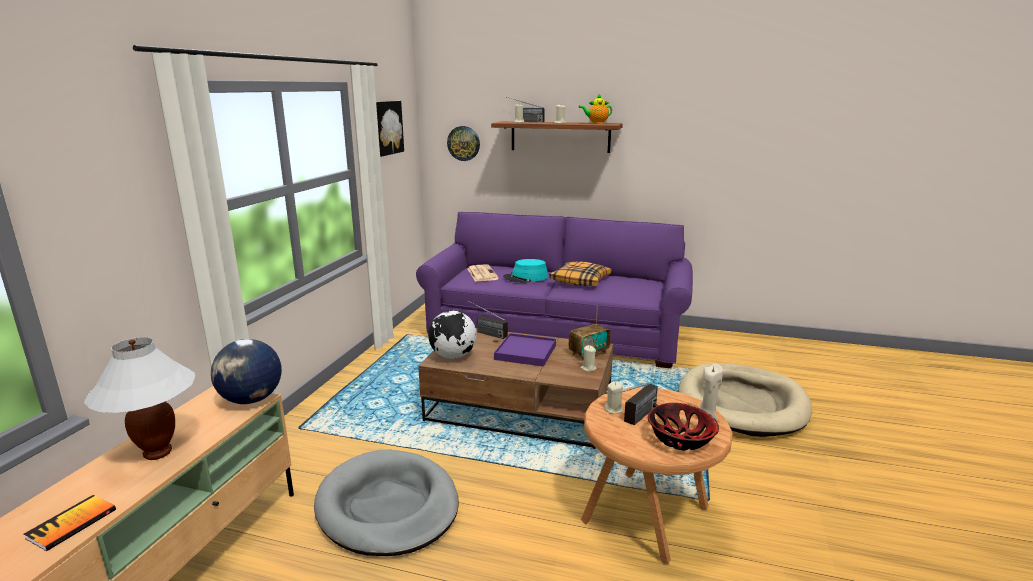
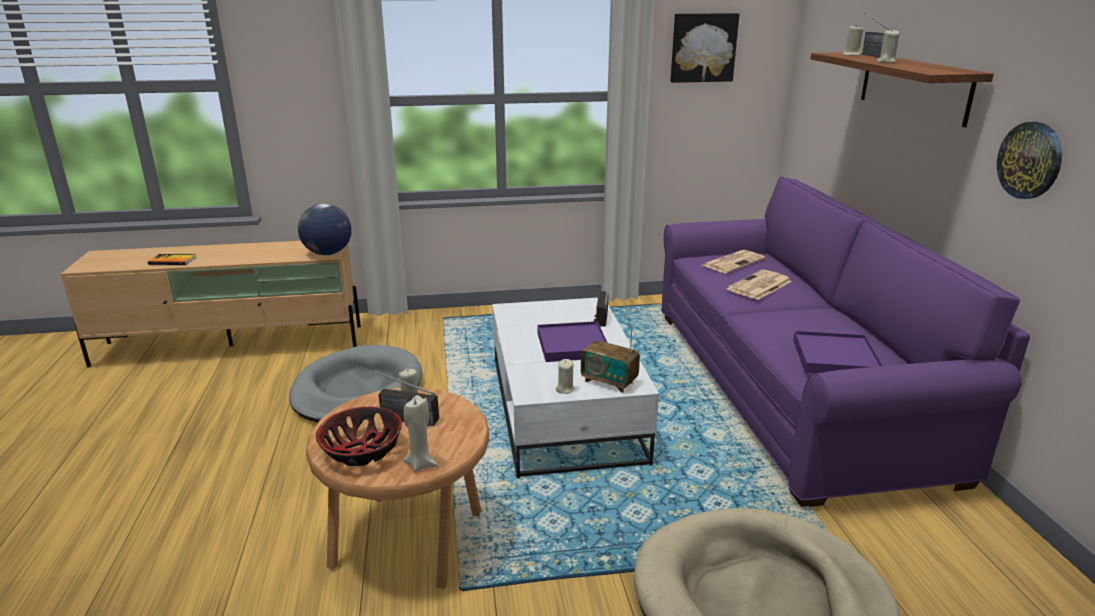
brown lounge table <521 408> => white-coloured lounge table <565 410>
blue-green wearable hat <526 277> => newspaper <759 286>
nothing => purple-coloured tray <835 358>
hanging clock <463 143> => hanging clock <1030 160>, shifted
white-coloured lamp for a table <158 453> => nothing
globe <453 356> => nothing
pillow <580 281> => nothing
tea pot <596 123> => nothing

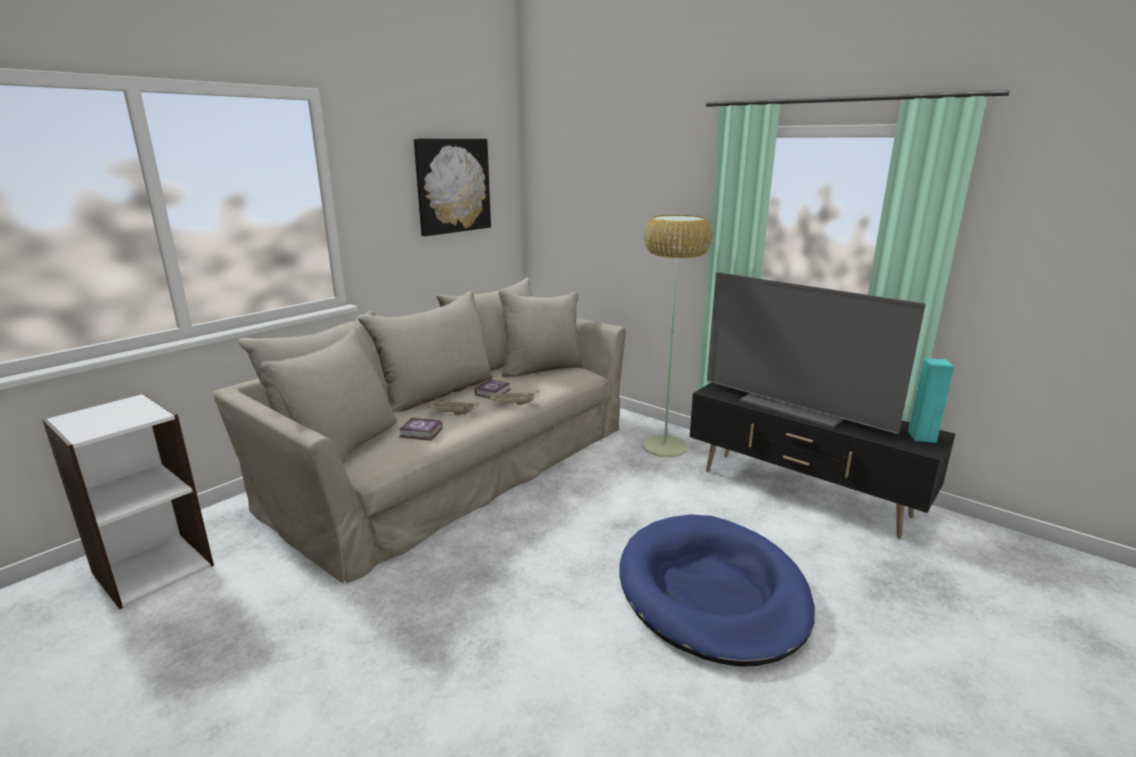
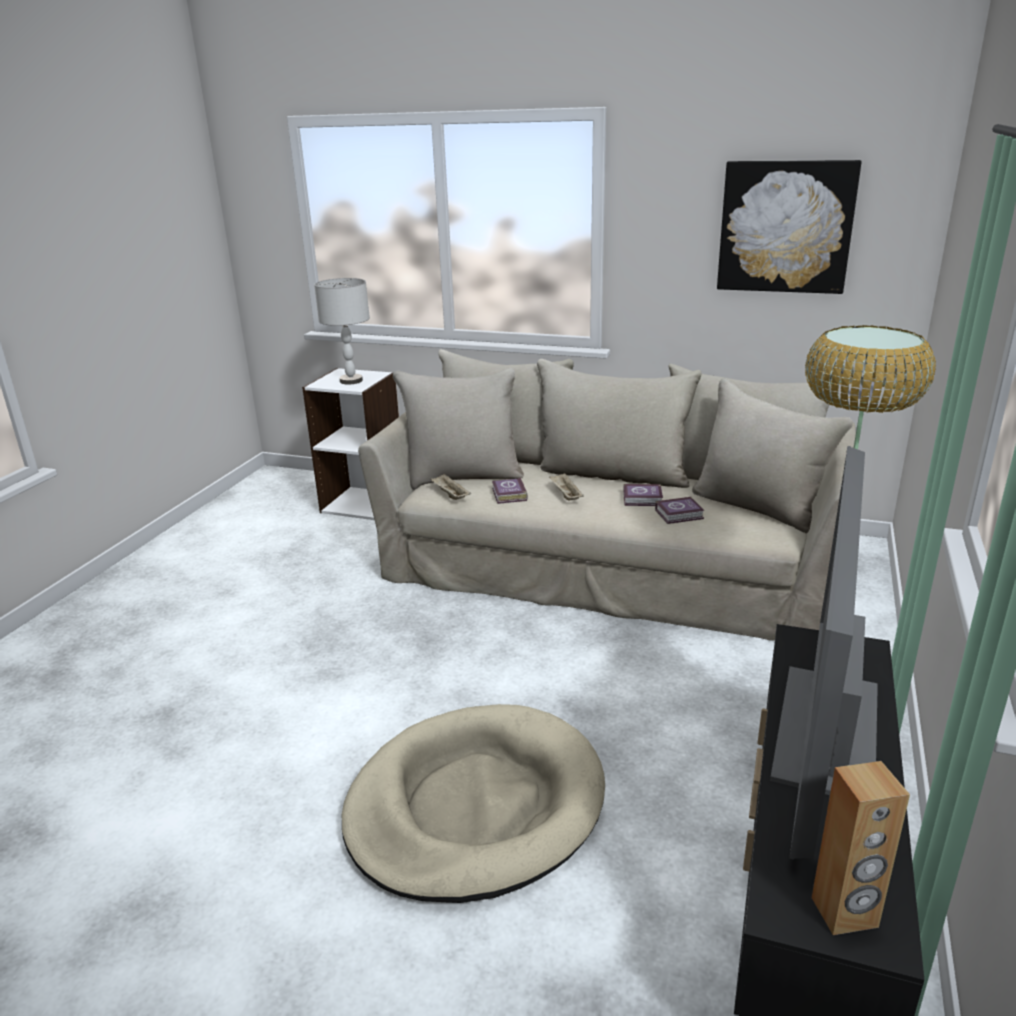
nothing => grey lamp for a table <350 381>
blue dog bed <712 592> => sand-coloured dog bed <475 806>
sand-coloured tray <514 404> => sand-coloured tray <450 495>, shifted
nothing => book <680 514>
blue-green speaker <922 437> => brown speaker <844 913>

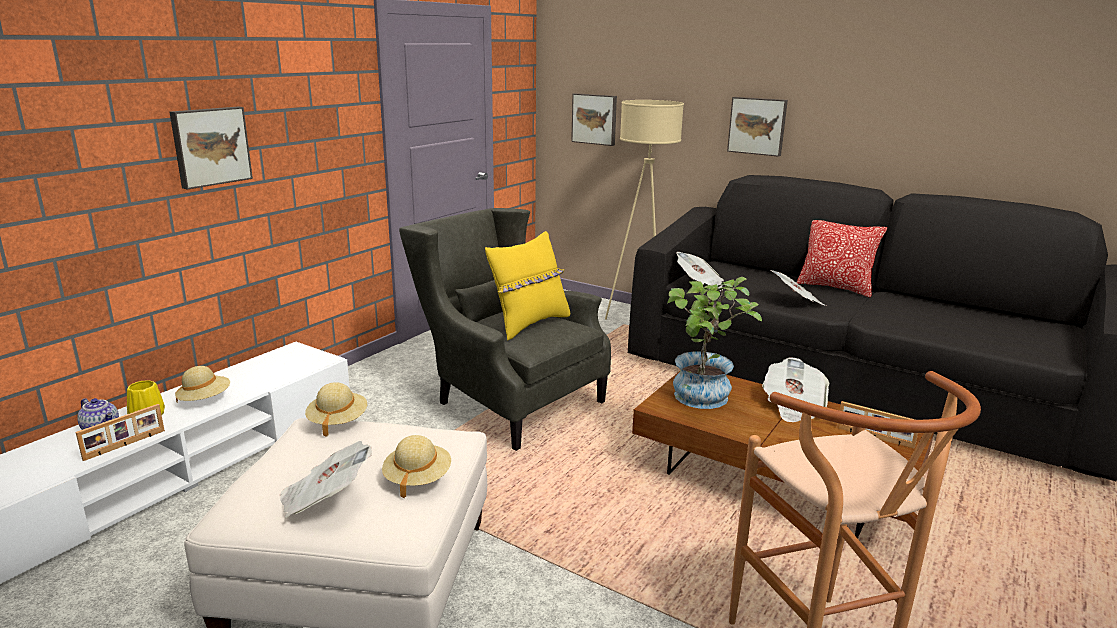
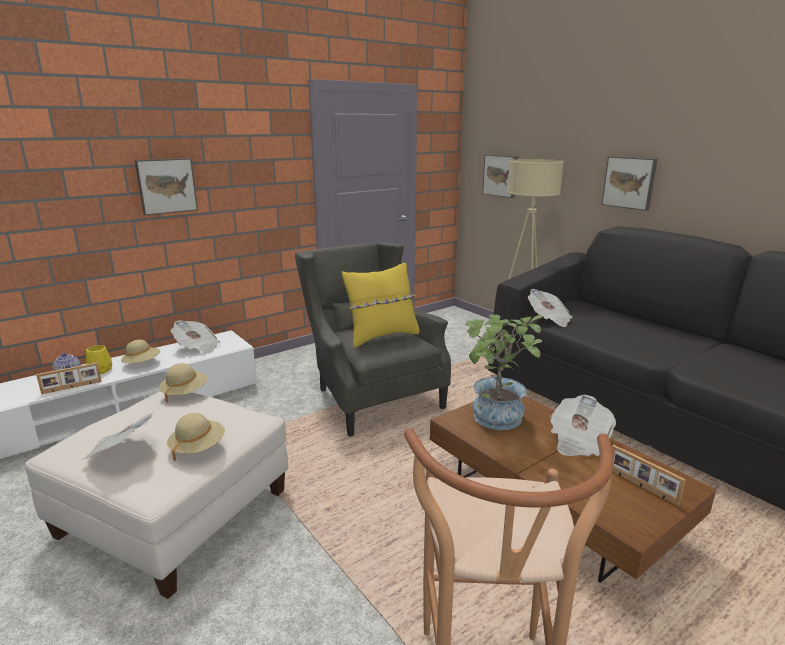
newspaper <796 302> => newspaper <197 348>, shifted
pillow <835 288> => nothing

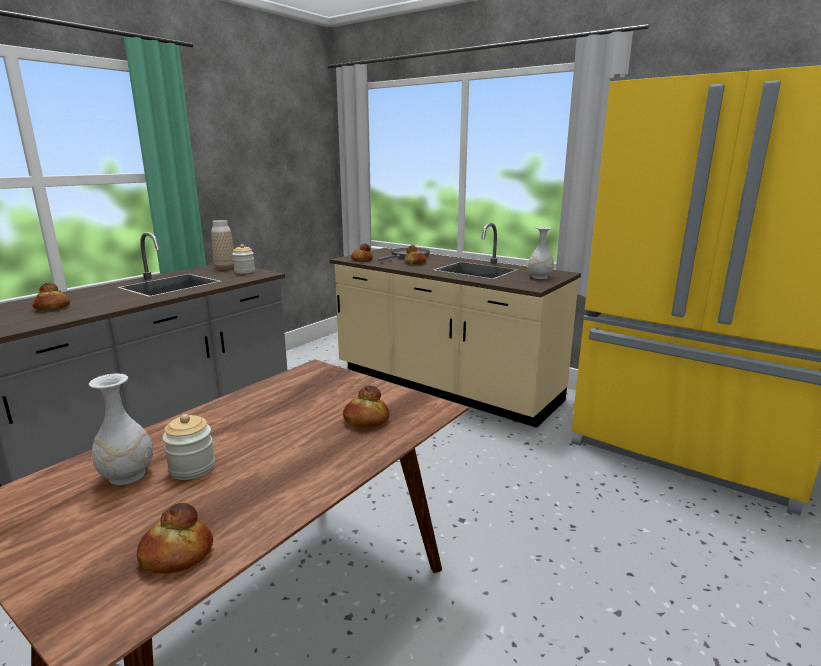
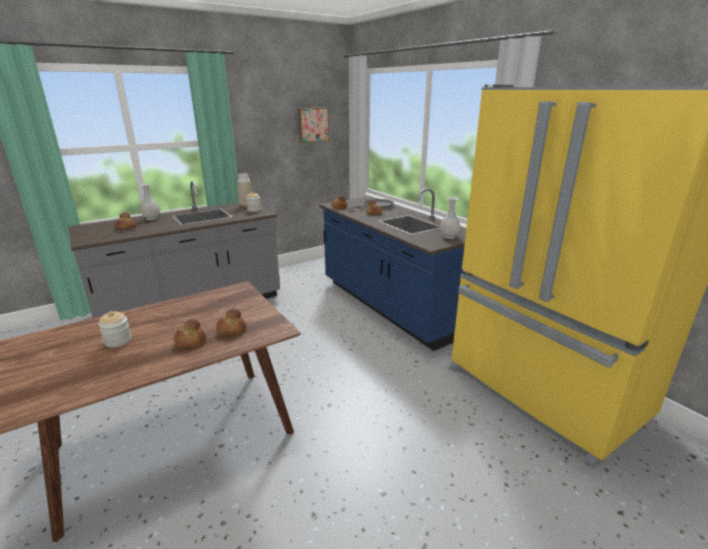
white-coloured vase <126 476> => white-coloured vase <151 218>, shifted
baked bread <176 554> => baked bread <190 341>, shifted
nothing => picture <313 125>
sand-coloured counter <444 386> => blue counter <390 306>

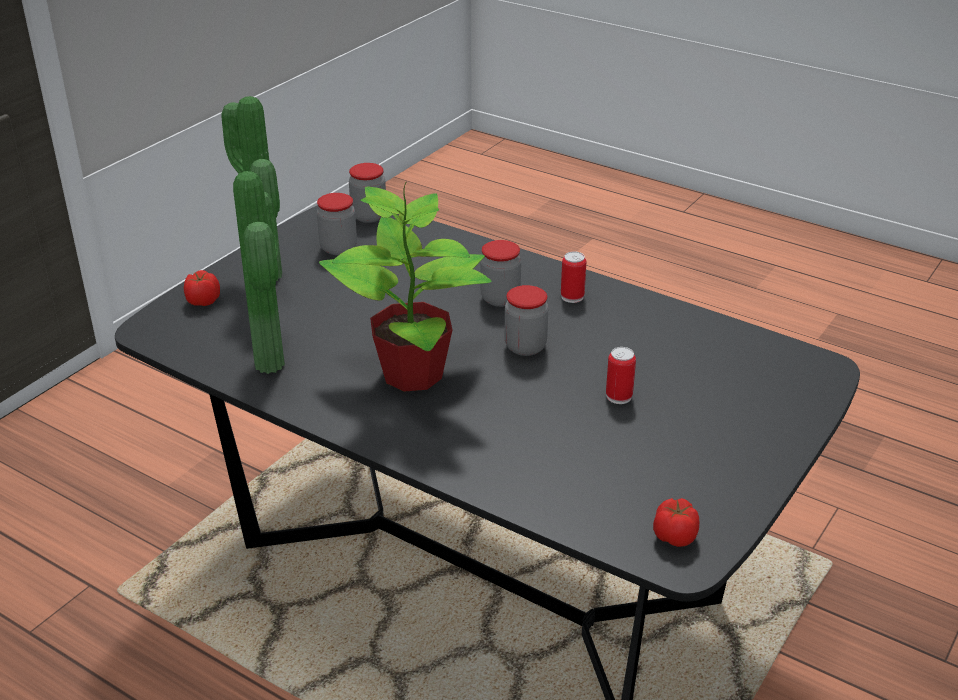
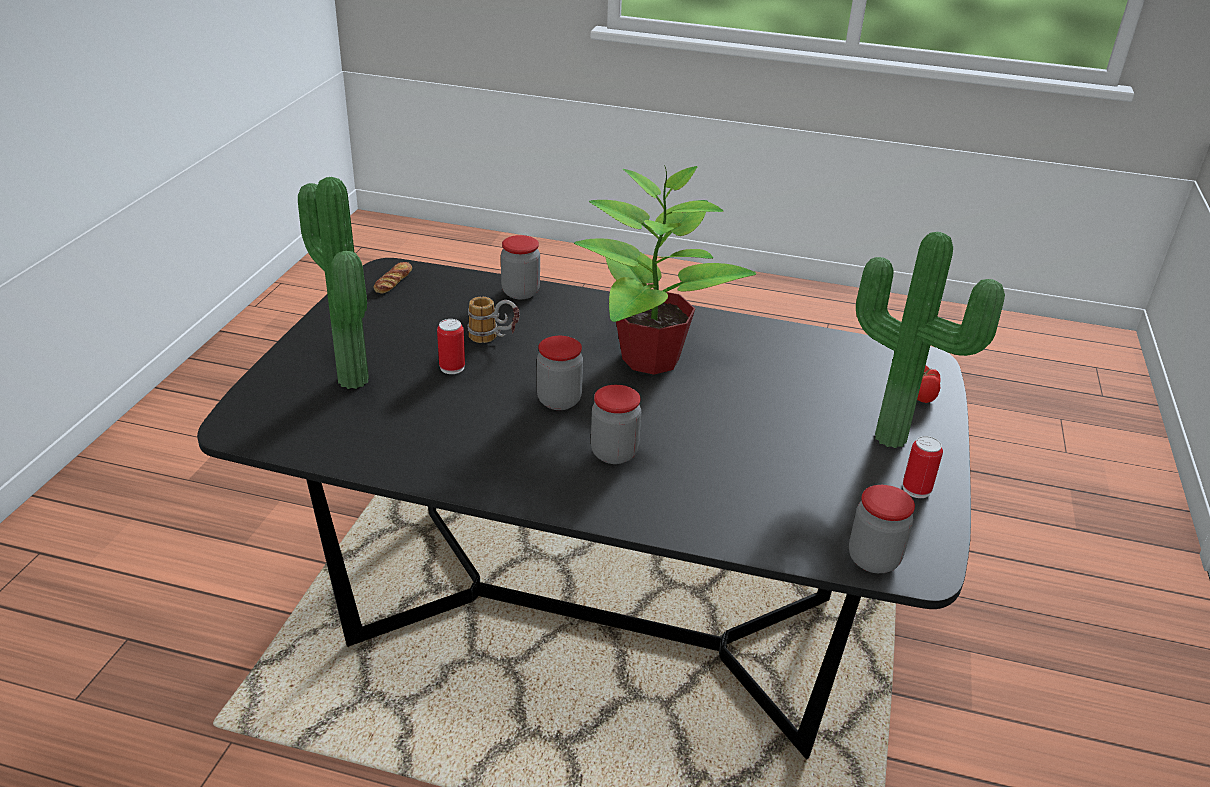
houseplant <275 364> => houseplant <347 382>, shifted
tomato <675 536> => baked bread <393 282>
nothing => coffee mug <494 339>
jar <338 248> => jar <520 292>, shifted
metal can <572 297> => metal can <916 489>, shifted

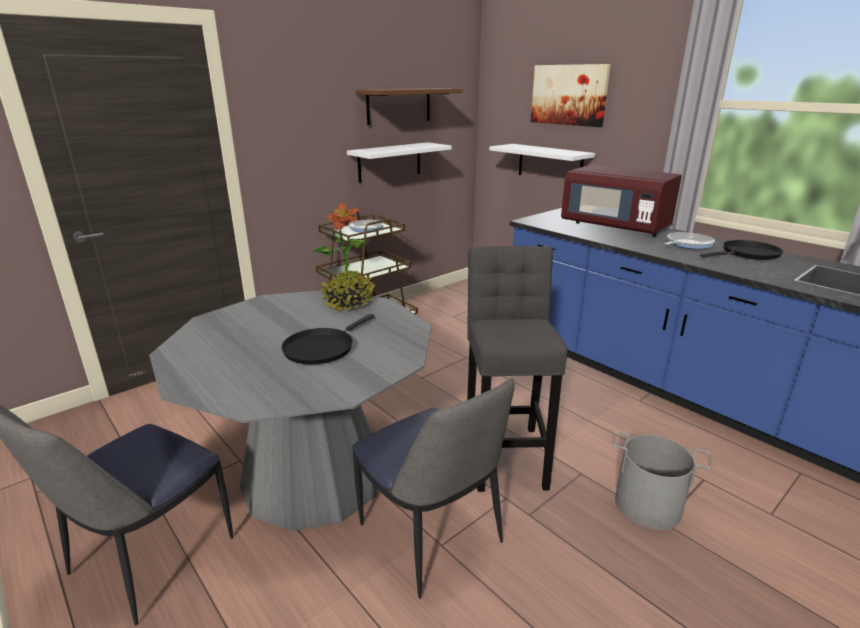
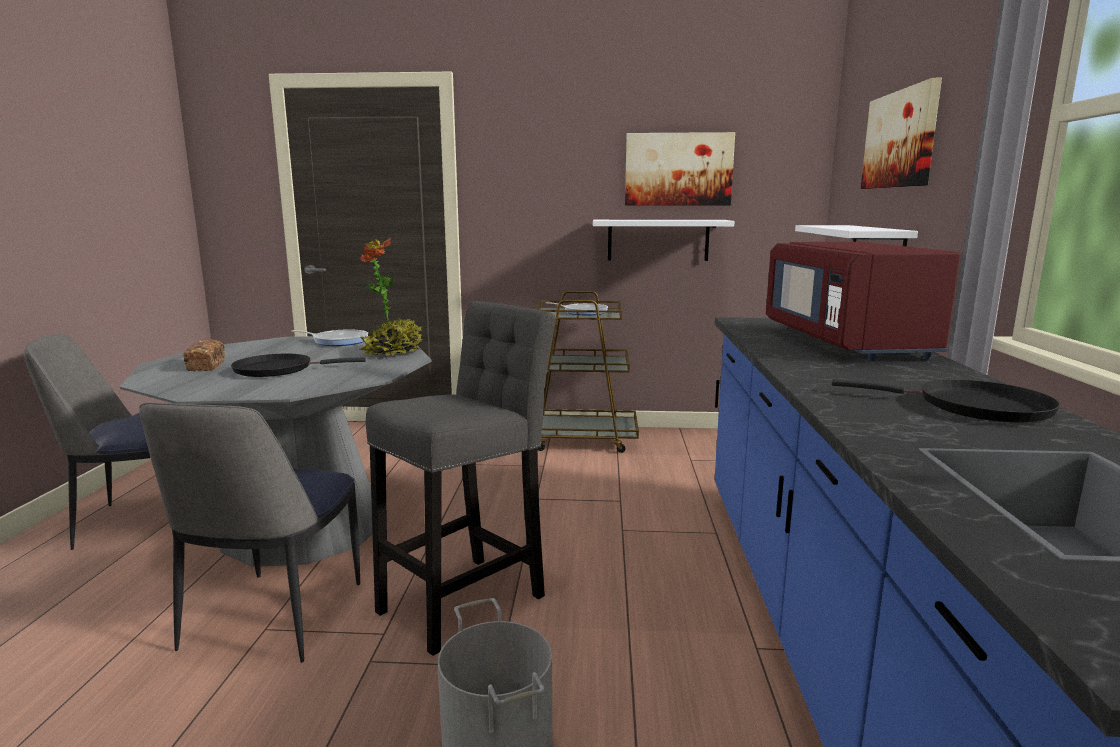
nothing => baked bread <206 366>
frying pan <687 244> => frying pan <338 341>, shifted
brown shelf <399 106> => picture <678 169>

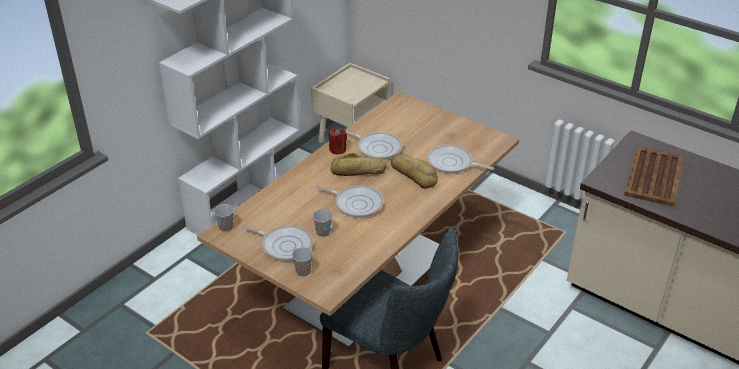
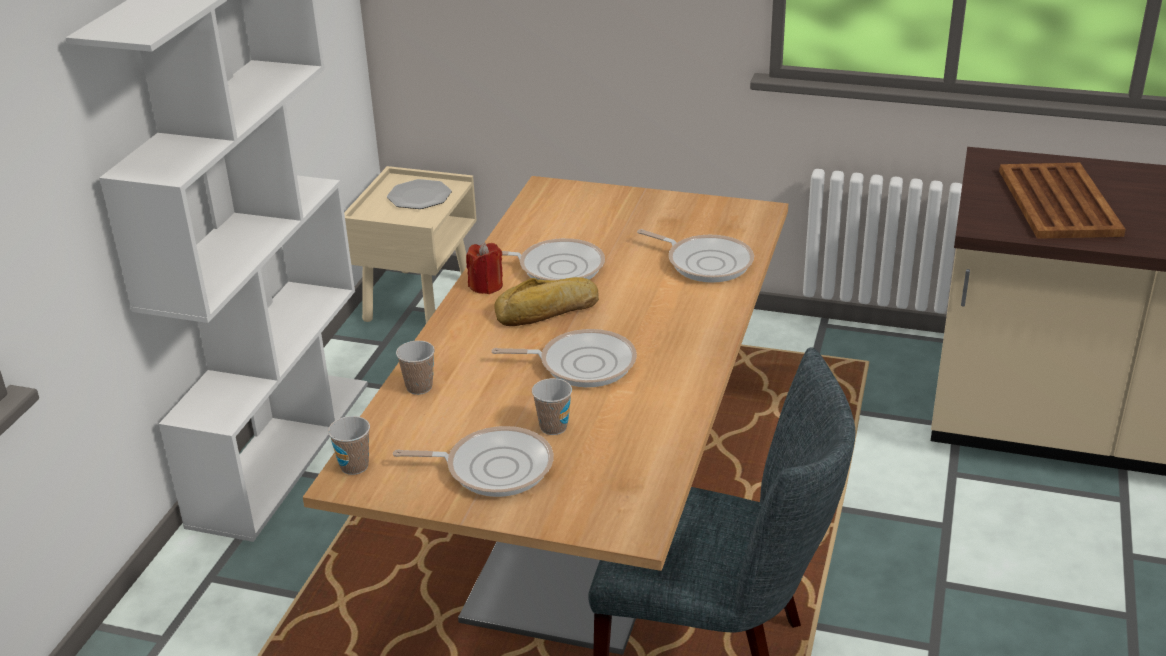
nothing => flat dish <419 196>
cup <303 271> => cup <419 387>, shifted
frying pan <452 163> => frying pan <705 262>, 150 degrees counterclockwise
baked bread <414 174> => nothing

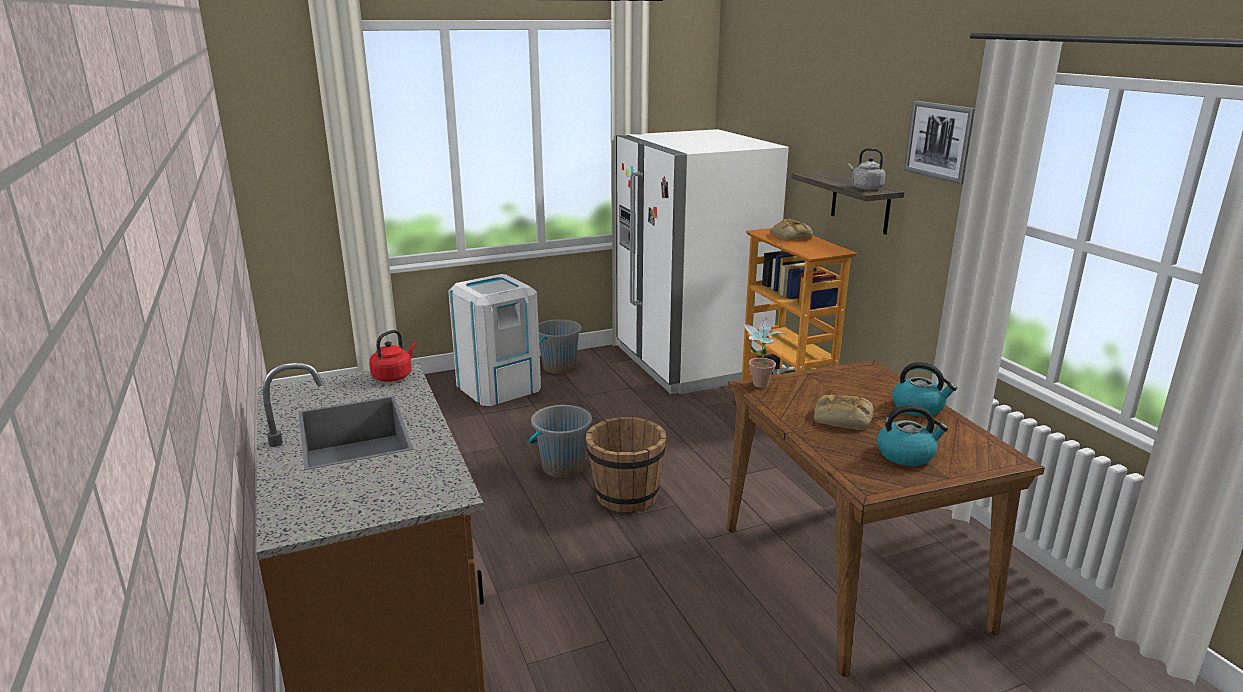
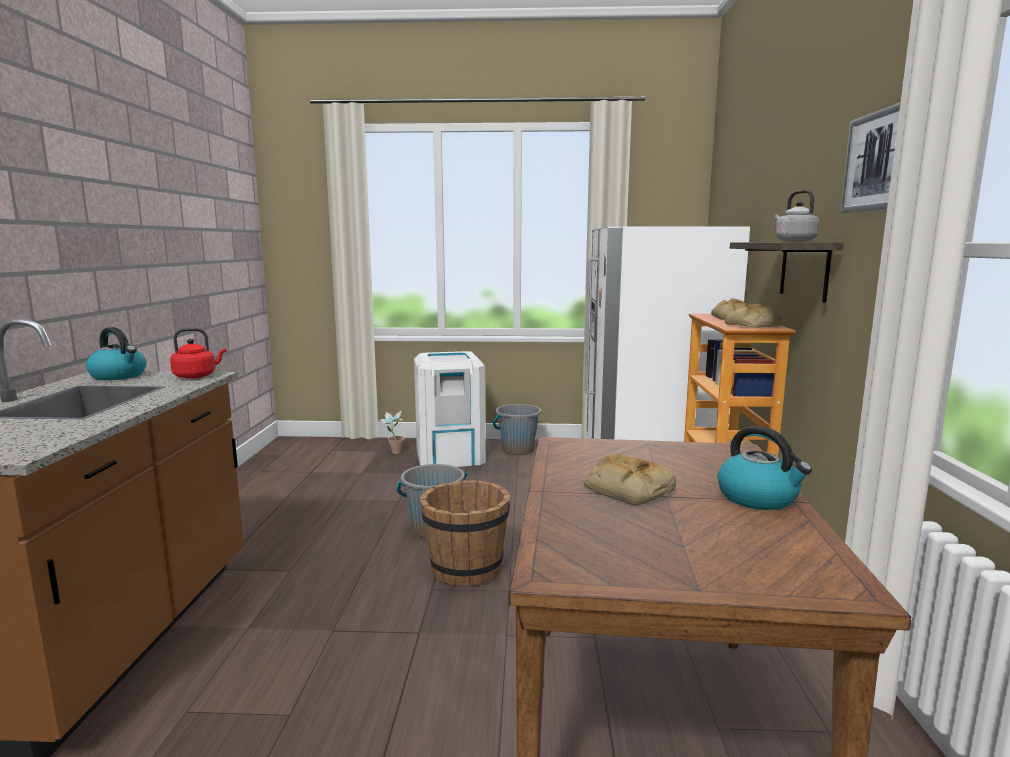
kettle <906 454> => kettle <119 376>, shifted
houseplant <759 387> => houseplant <393 453>, shifted
nothing => baked bread <753 325>

